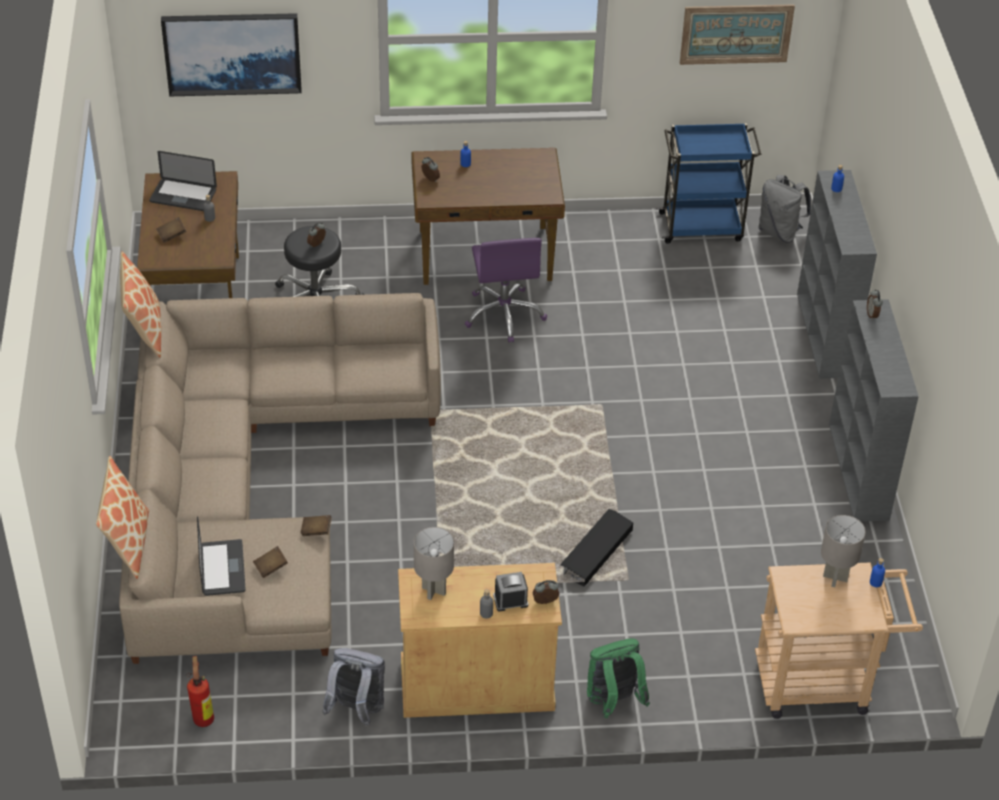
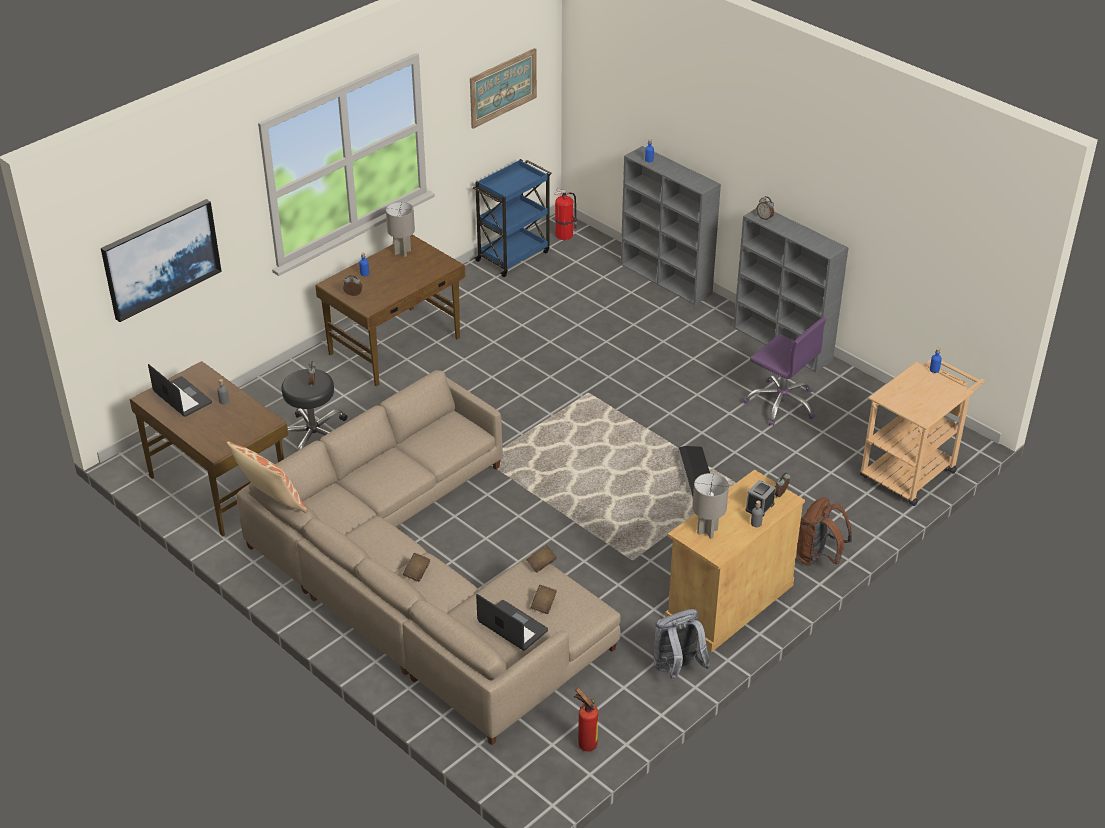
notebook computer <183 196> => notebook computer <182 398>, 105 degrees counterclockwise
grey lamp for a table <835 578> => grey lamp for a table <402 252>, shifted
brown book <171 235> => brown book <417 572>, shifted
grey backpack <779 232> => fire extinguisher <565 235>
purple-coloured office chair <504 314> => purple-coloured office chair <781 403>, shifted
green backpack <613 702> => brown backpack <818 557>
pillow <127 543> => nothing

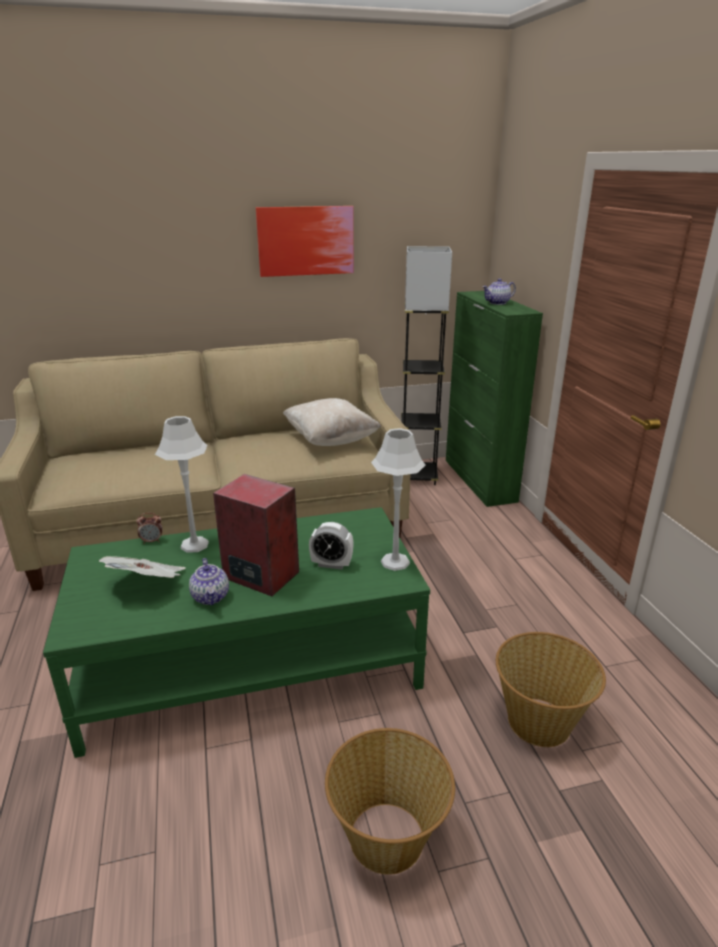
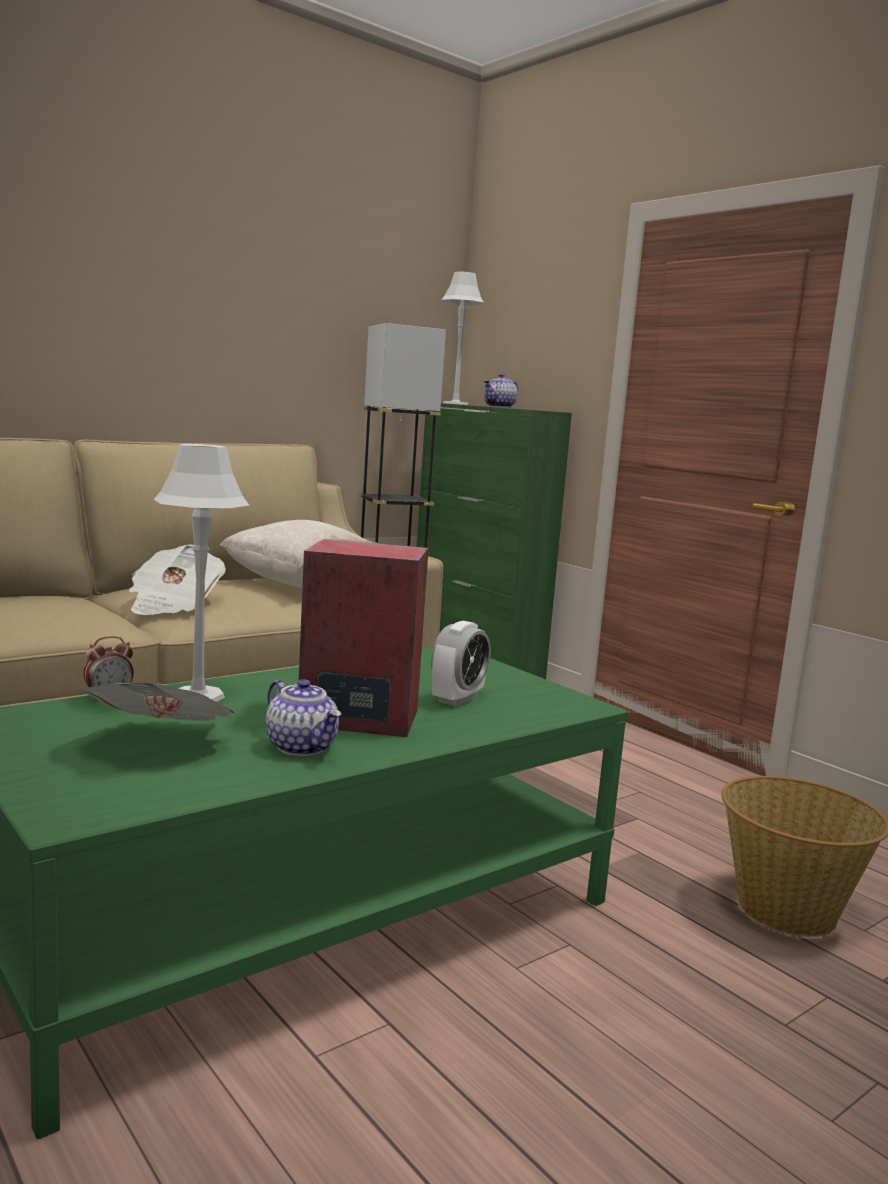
nothing => newspaper <173 606>
table clock <331 564> => table clock <457 699>, 45 degrees counterclockwise
grey lamp for a table <395 562> => grey lamp for a table <455 404>, shifted
picture <305 241> => nothing
storage basket <387 838> => nothing

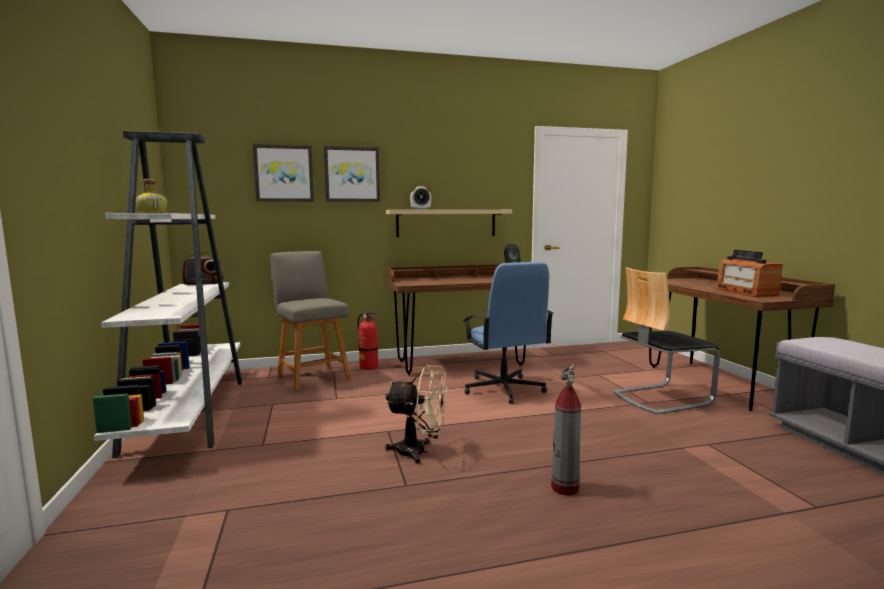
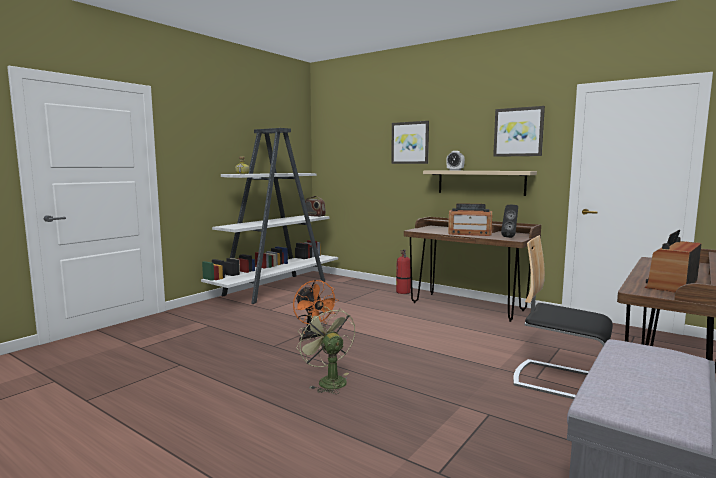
sand-coloured electric fan <419 452> => orange electric fan <313 337>
fire extinguisher <565 488> => green electric fan <328 381>
nothing => radio <469 233>
picture <284 173> => picture <518 132>, shifted
grey chair <312 376> => nothing
blue office chair <503 389> => nothing

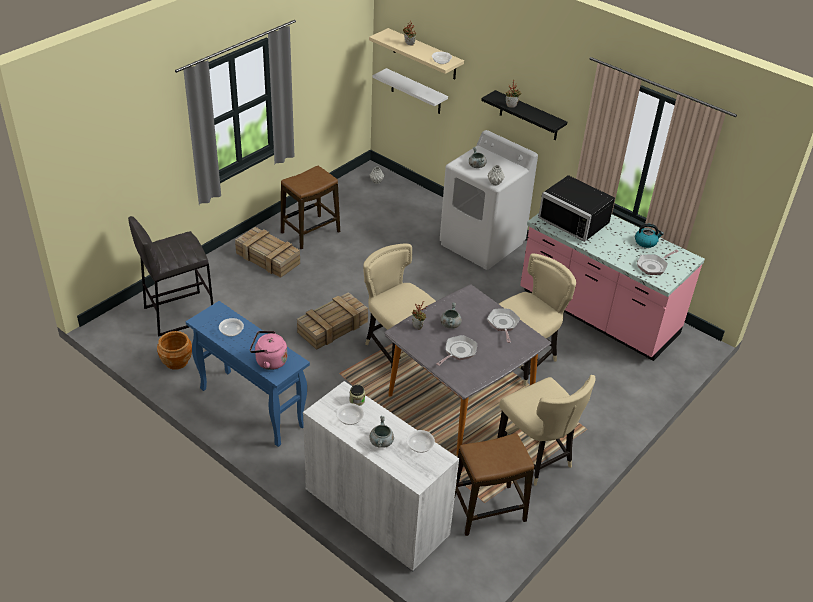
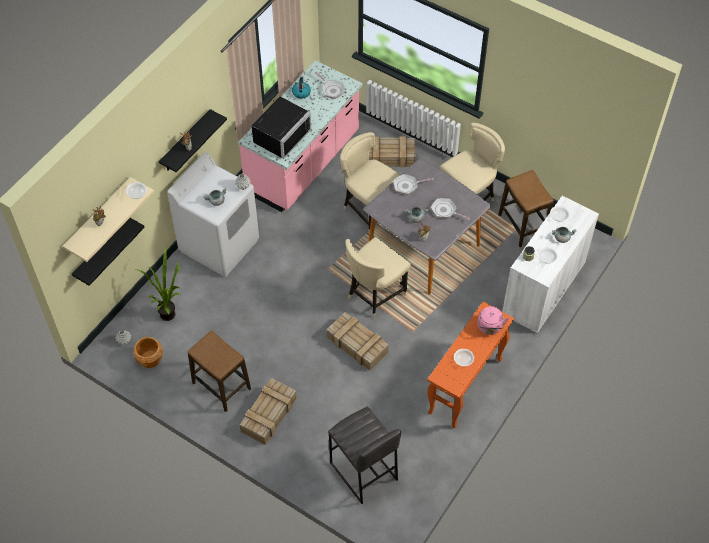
white-coloured shelf <416 92> => blackish shelf <101 251>
brown flower pot <176 361> => brown flower pot <150 359>, shifted
nothing => houseplant <170 312>
nothing => crate <389 156>
blue console table <251 407> => orange console table <465 387>

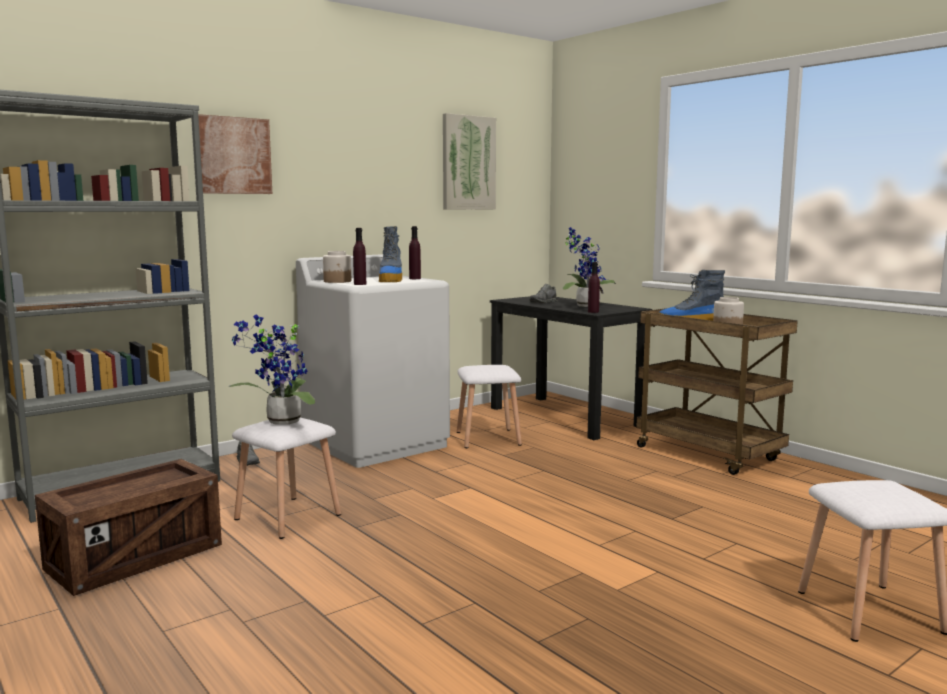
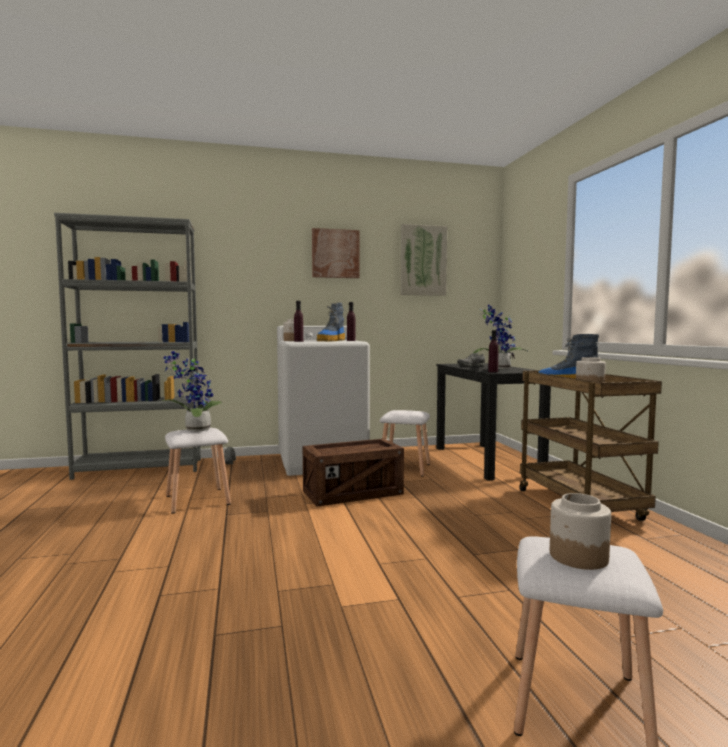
crate <135 558> => crate <352 493>, shifted
picture <233 155> => picture <335 253>, shifted
nothing => jar <577 556>

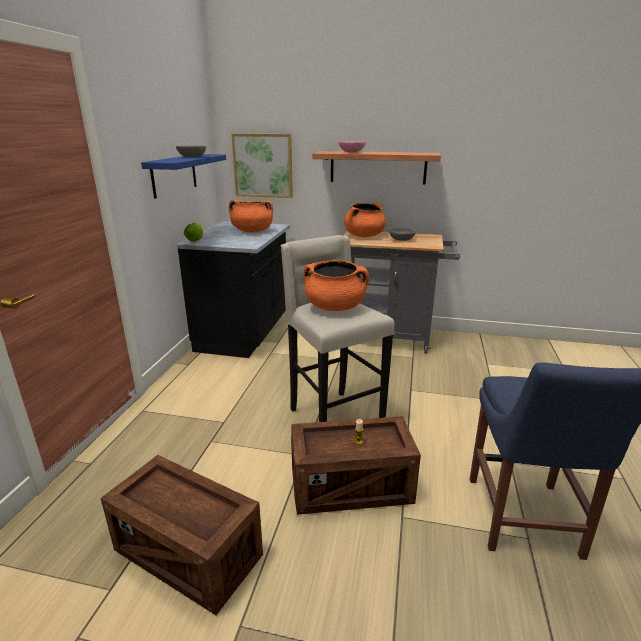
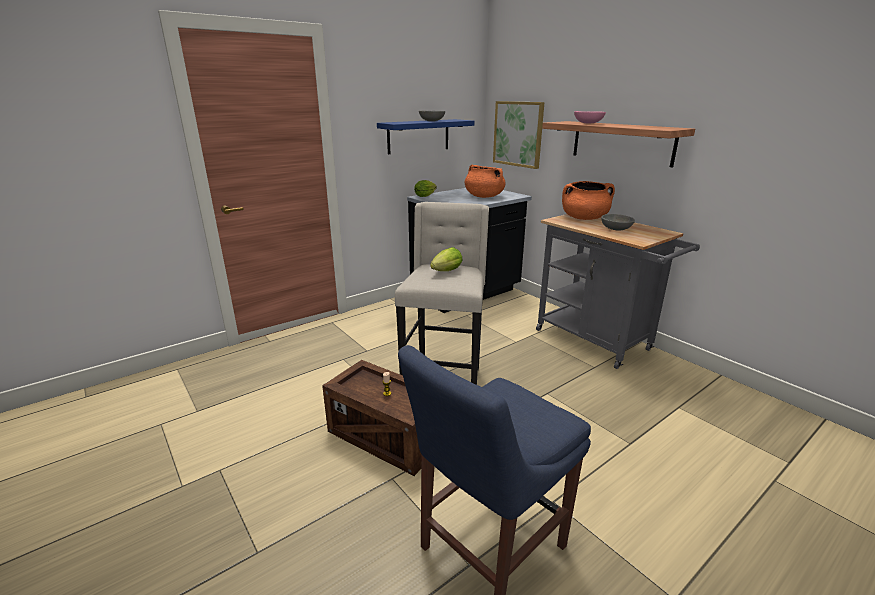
orange cooking pot <335 307> => lettuce <445 272>
crate <188 553> => nothing

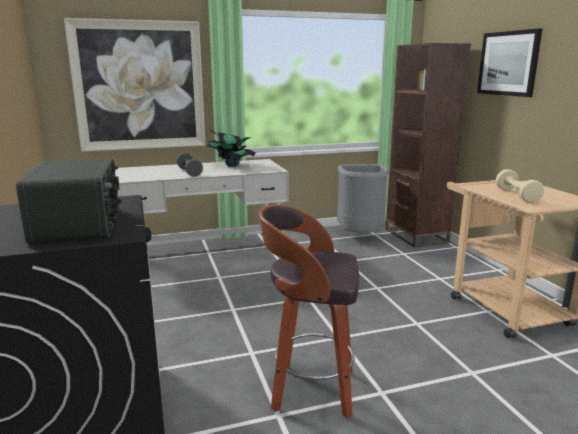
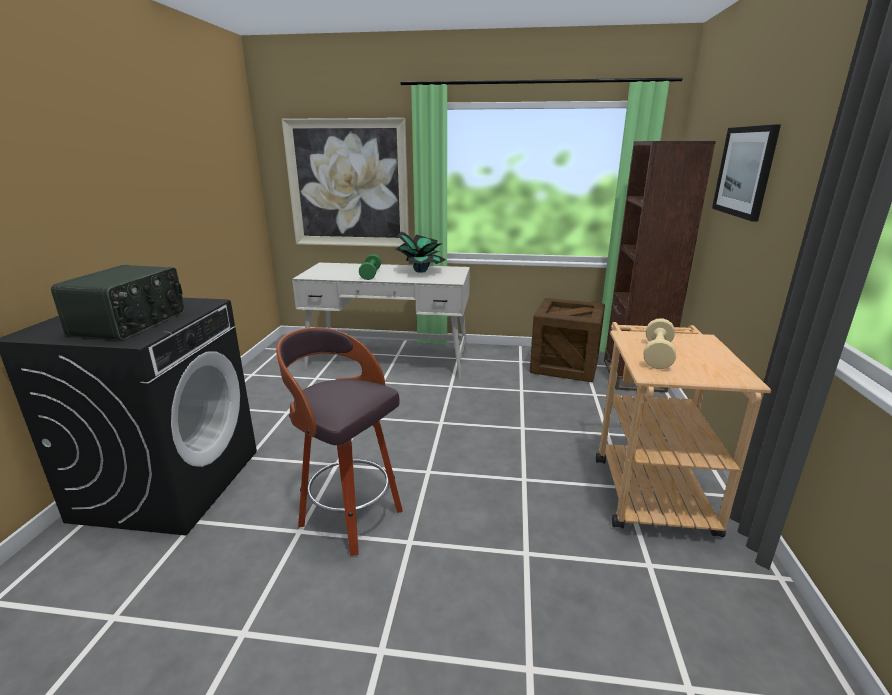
grey free weight <189 172> => green free weight <370 274>
grey trash can <360 237> => crate <564 365>

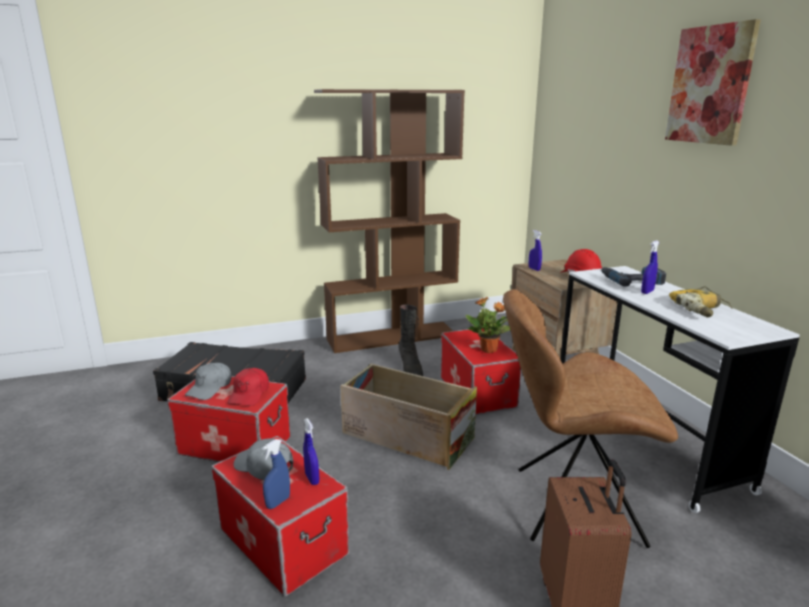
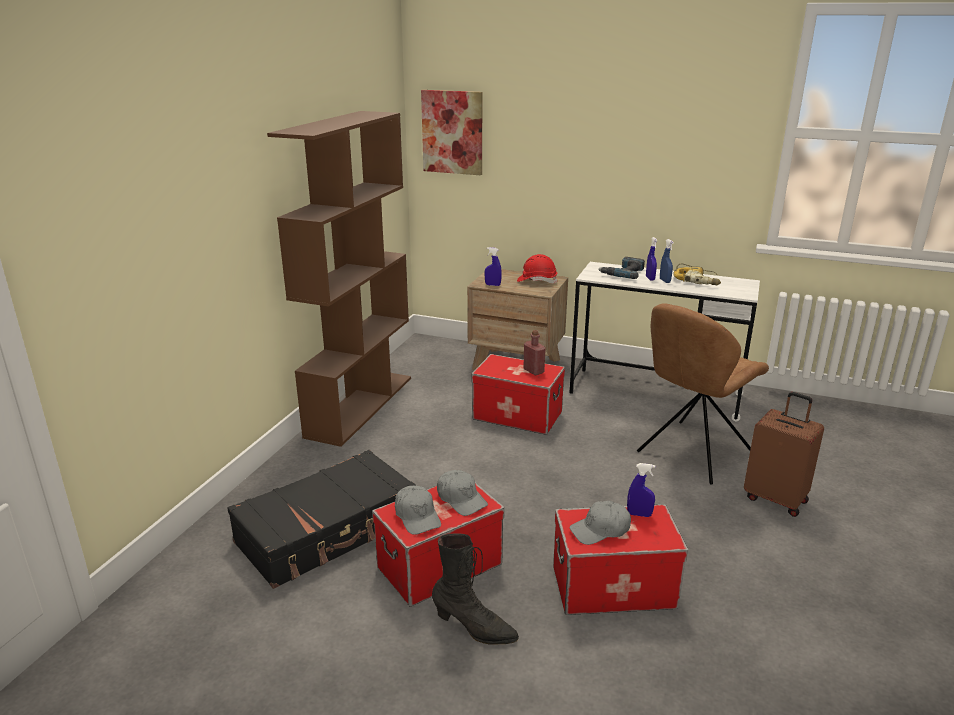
picture <710 85> => picture <452 132>, shifted
blackish boot <410 370> => blackish boot <474 628>, shifted
reddish baseball cap <249 394> => grey baseball cap <461 499>
houseplant <489 350> => reddish bottle <533 371>
blue sprayer <278 502> => blue sprayer <665 281>, shifted
crate <406 436> => nothing

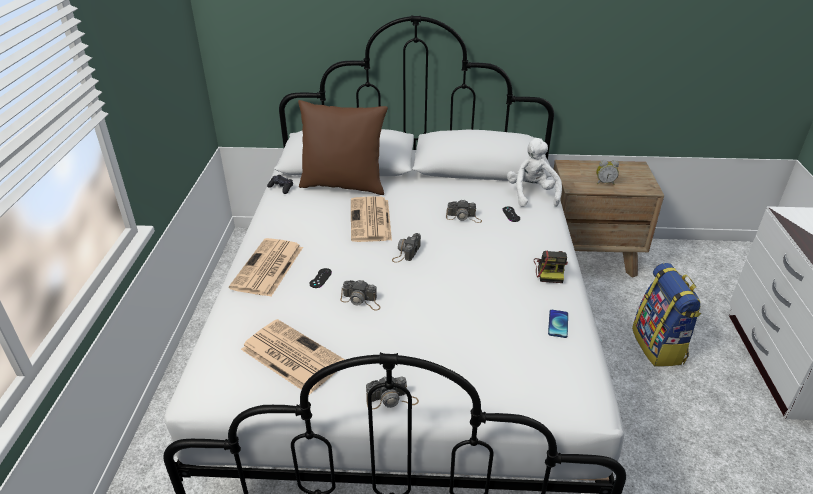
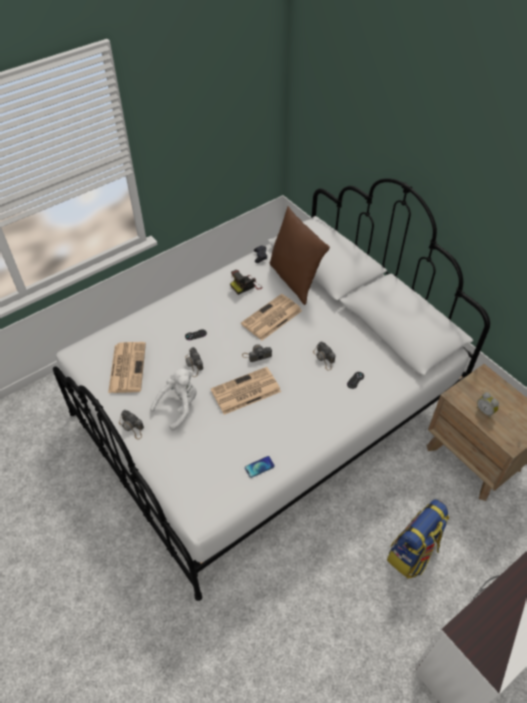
white-coloured cuddly toy <531 194> => white-coloured cuddly toy <179 406>, shifted
newspaper <267 268> => newspaper <245 391>, shifted
photo camera <550 270> => photo camera <246 285>, shifted

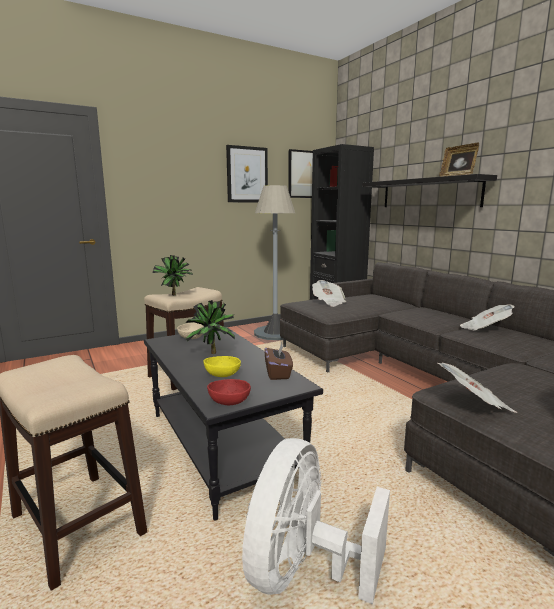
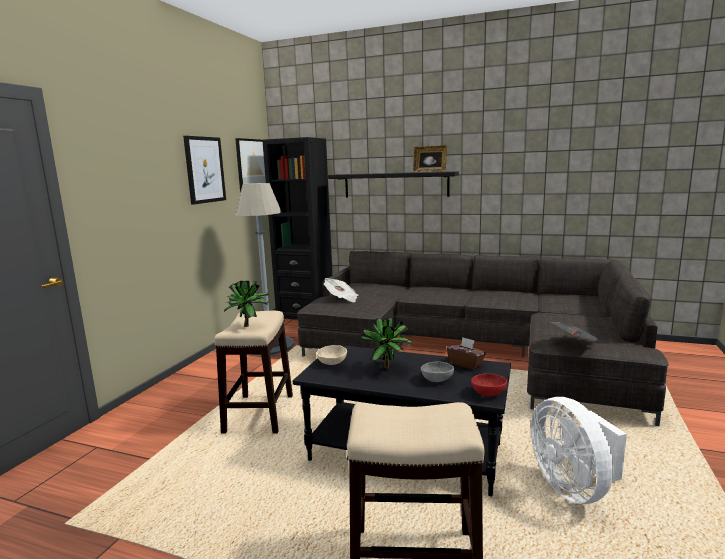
yellow deep dish <222 374> => grey deep dish <436 379>
newspaper <484 329> => nothing

